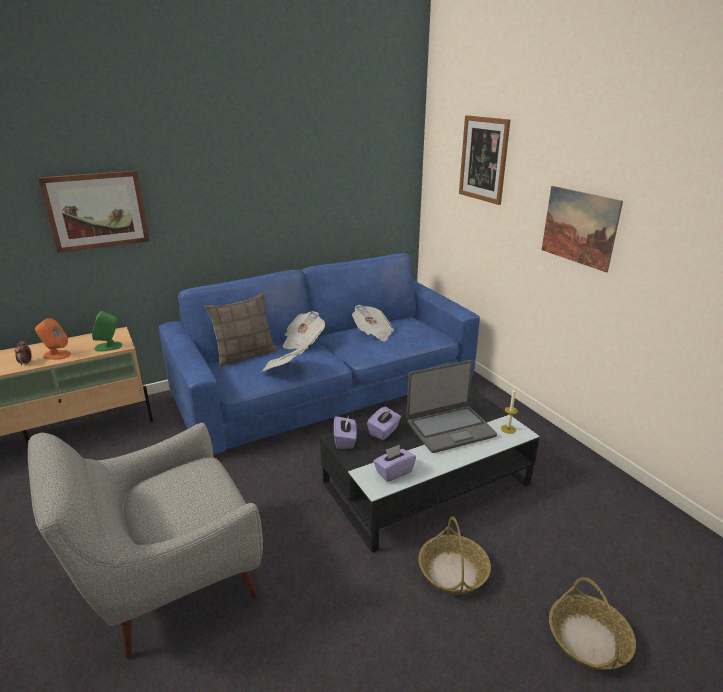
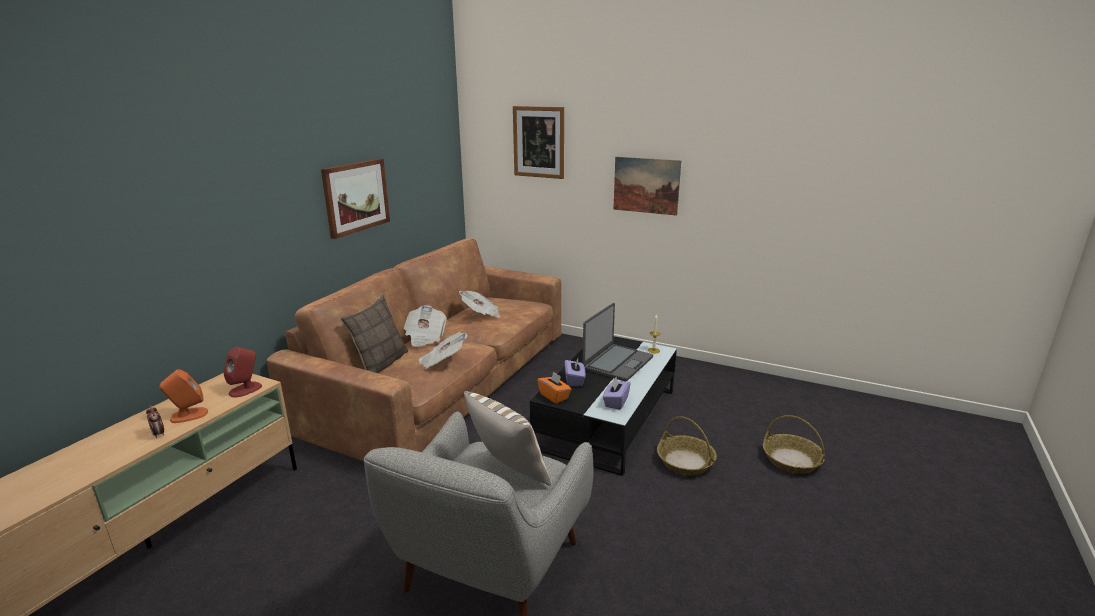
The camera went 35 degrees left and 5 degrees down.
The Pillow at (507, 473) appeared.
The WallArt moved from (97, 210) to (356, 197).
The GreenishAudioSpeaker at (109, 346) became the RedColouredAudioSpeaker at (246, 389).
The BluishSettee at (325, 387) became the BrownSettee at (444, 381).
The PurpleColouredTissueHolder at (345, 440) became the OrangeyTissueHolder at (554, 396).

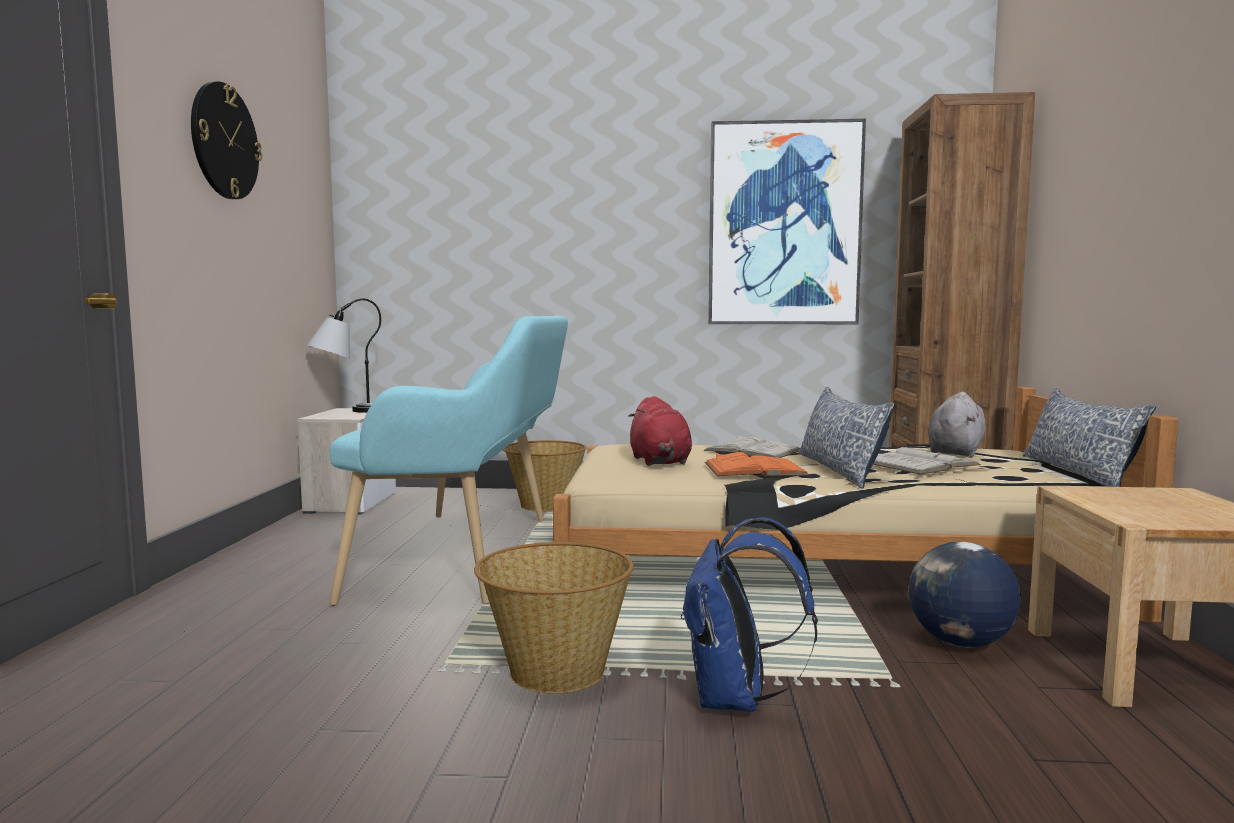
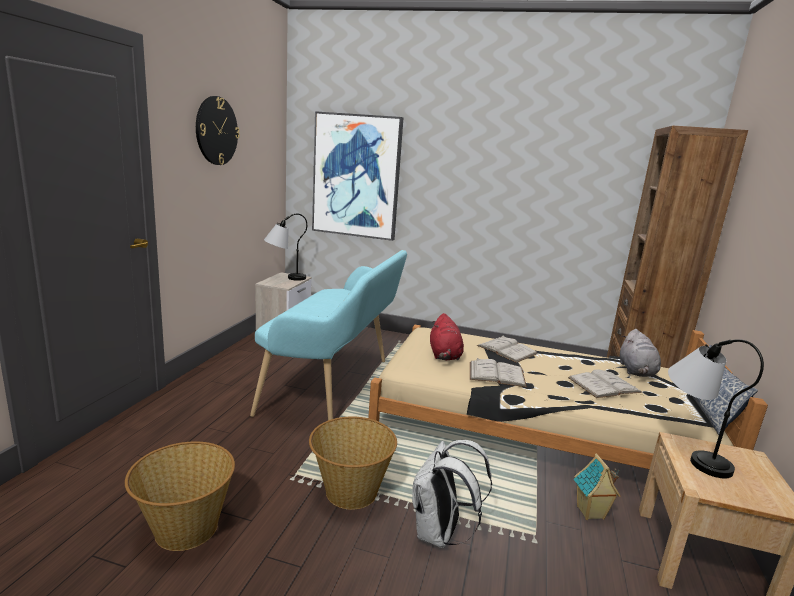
The camera went 10 degrees right and 10 degrees up.
The Pillow at (839, 469) disappeared.
The LampForATable at (690, 451) appeared.
The StorageBasket moved from (545, 505) to (185, 528).
The WallArt moved from (783, 225) to (356, 176).
The Globe at (960, 643) was replaced by the ModelHouse at (590, 513).
The BluishBackpack at (736, 699) became the WhitishBackpack at (439, 534).
The OrangeyBook at (754, 469) became the WhitishBook at (496, 374).
The GreyishCuddlyToy at (955, 452) turned 150 degrees clockwise.

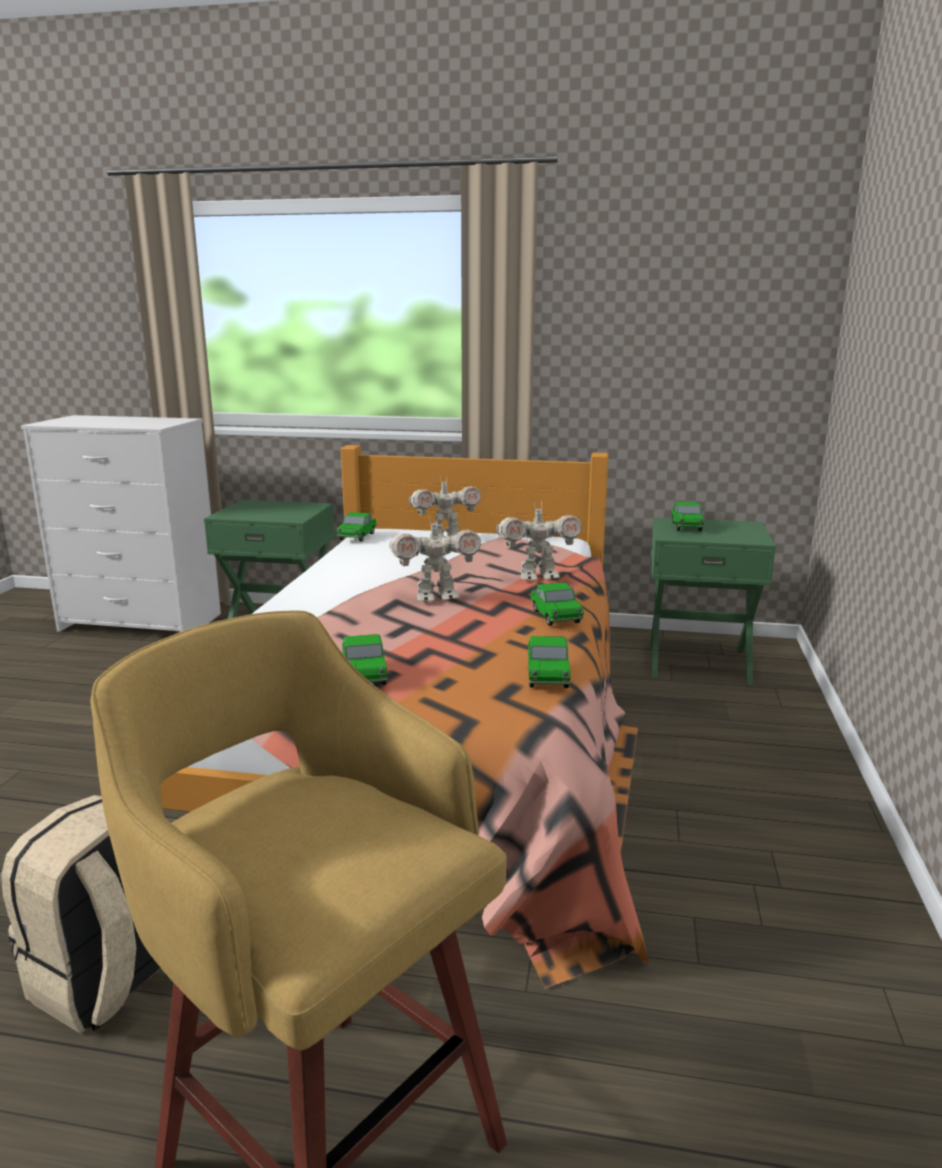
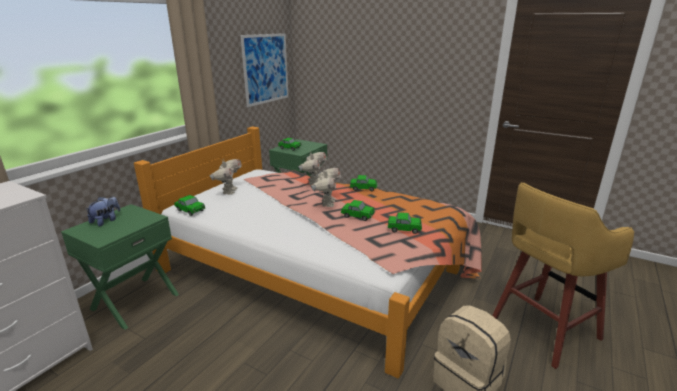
The camera went 70 degrees left and 5 degrees up.
The CuddlyToy at (106, 221) appeared.
The WallArt at (266, 69) appeared.
The ModelCar moved from (547, 676) to (357, 216).

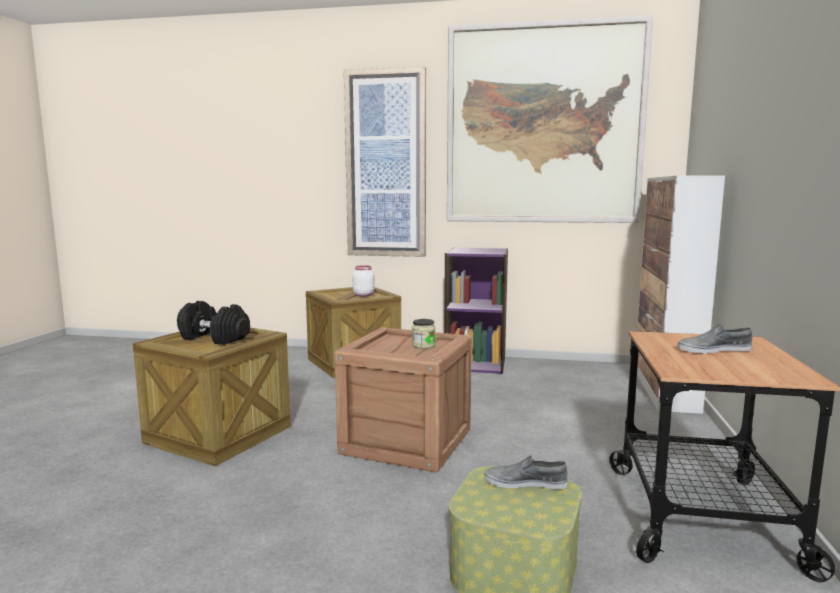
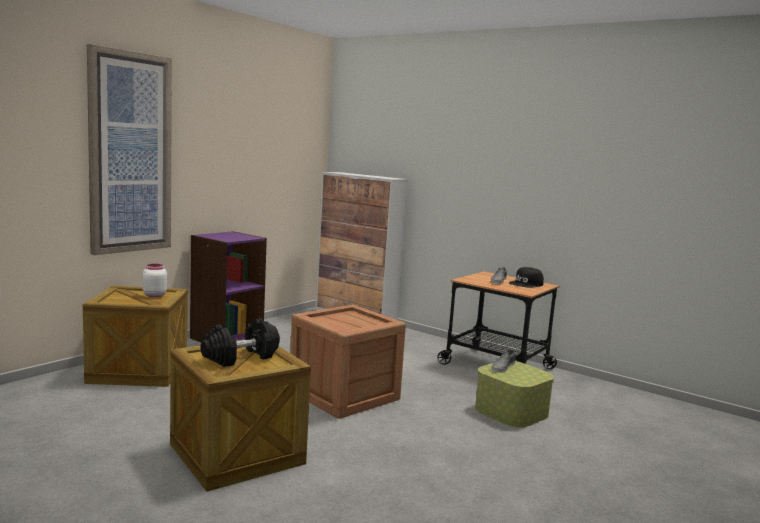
The camera went 65 degrees left and 0 degrees up.
The Jar at (423, 345) disappeared.
The WallArt at (543, 125) disappeared.
The BlackishPeakedCap at (526, 284) appeared.

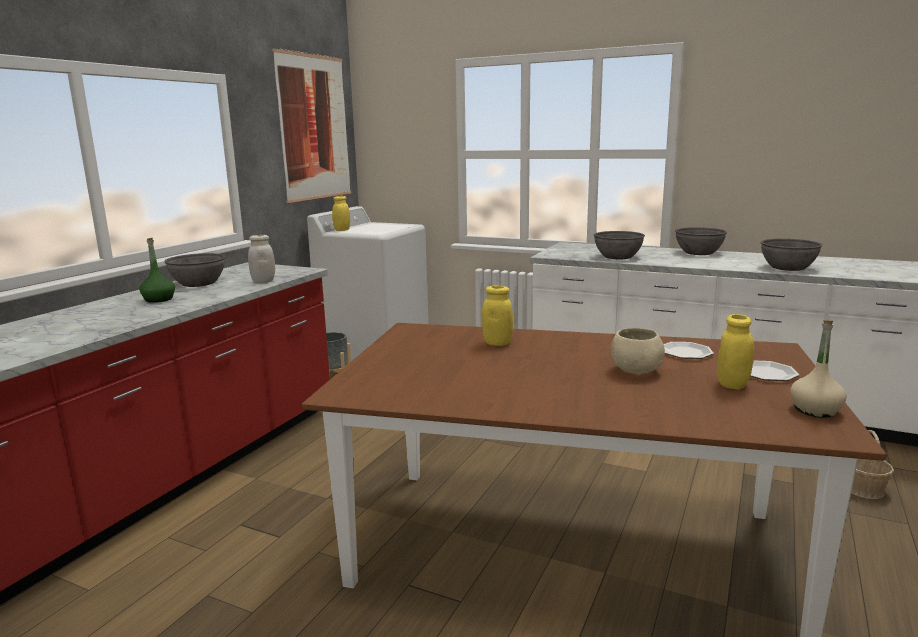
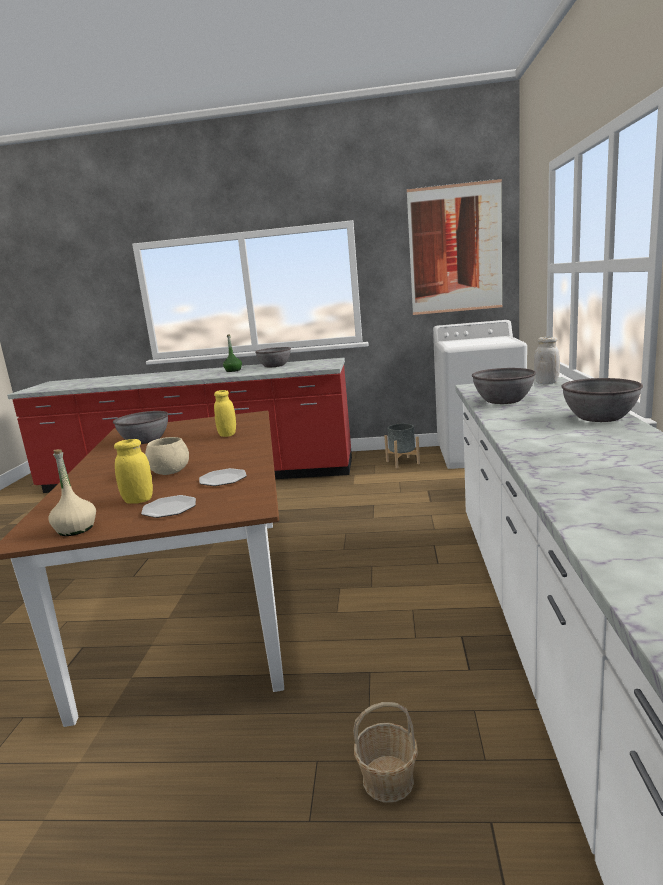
The camera went 70 degrees right and 0 degrees up.
The YellowColouredJar at (342, 230) disappeared.
The WhitishJar moved from (263, 281) to (546, 383).
The GreyishDeepDish moved from (788, 268) to (145, 440).

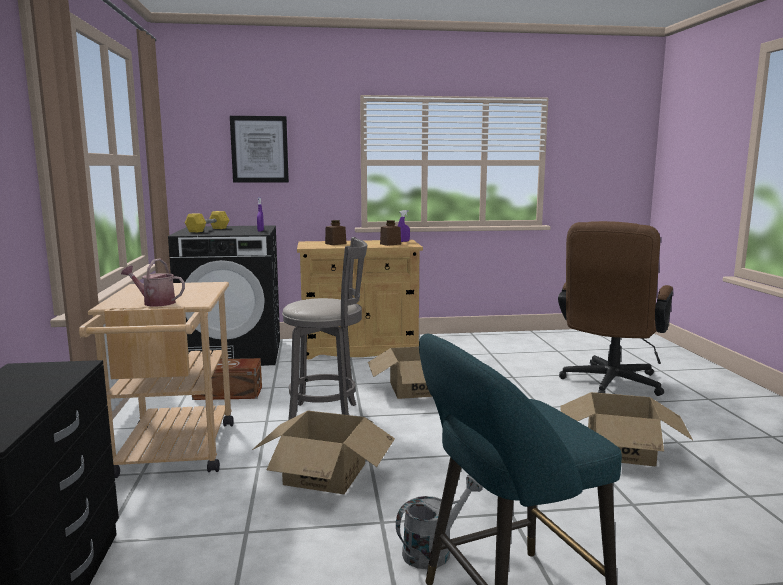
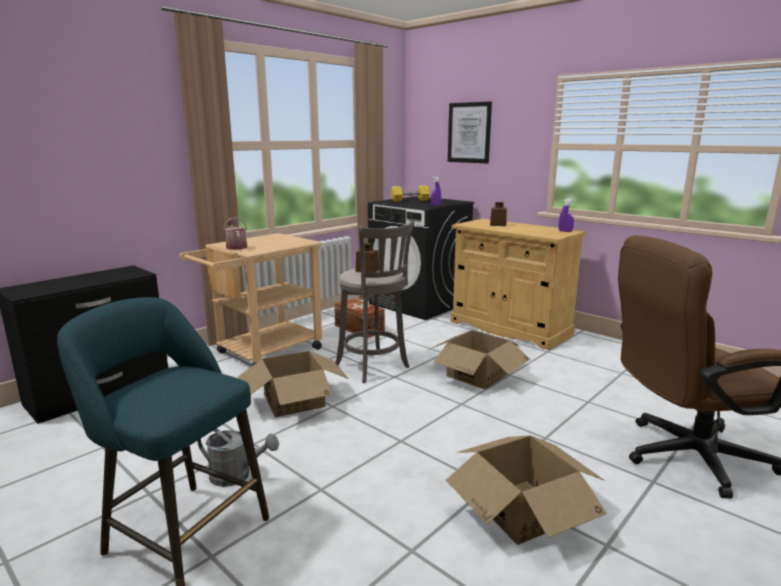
The camera went 50 degrees right and 5 degrees up.
The BrownJar moved from (390, 244) to (367, 270).

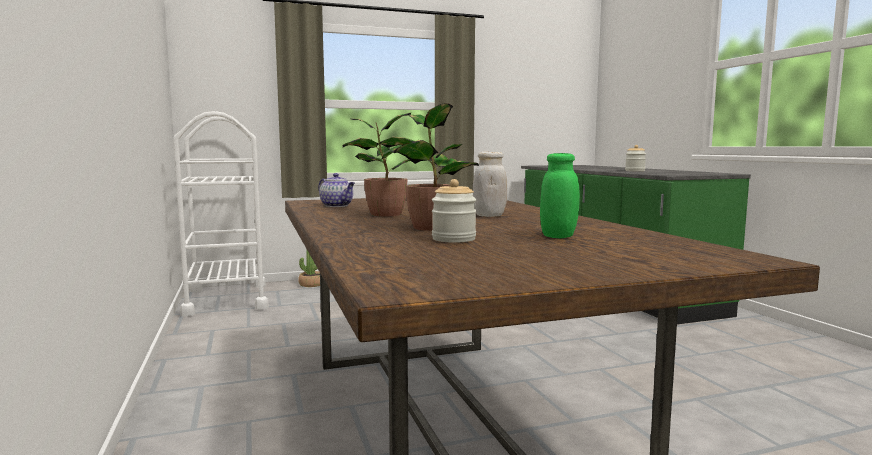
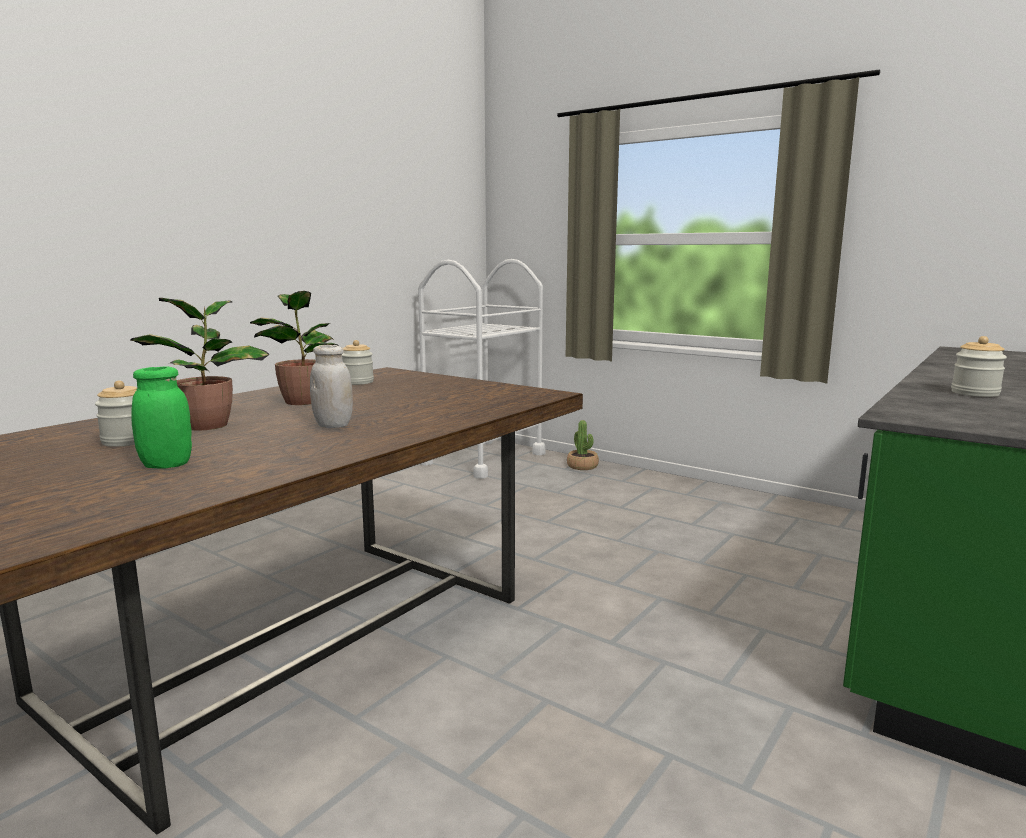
The camera went 55 degrees right and 5 degrees up.
The PotForTea at (337, 206) was replaced by the Jar at (358, 382).

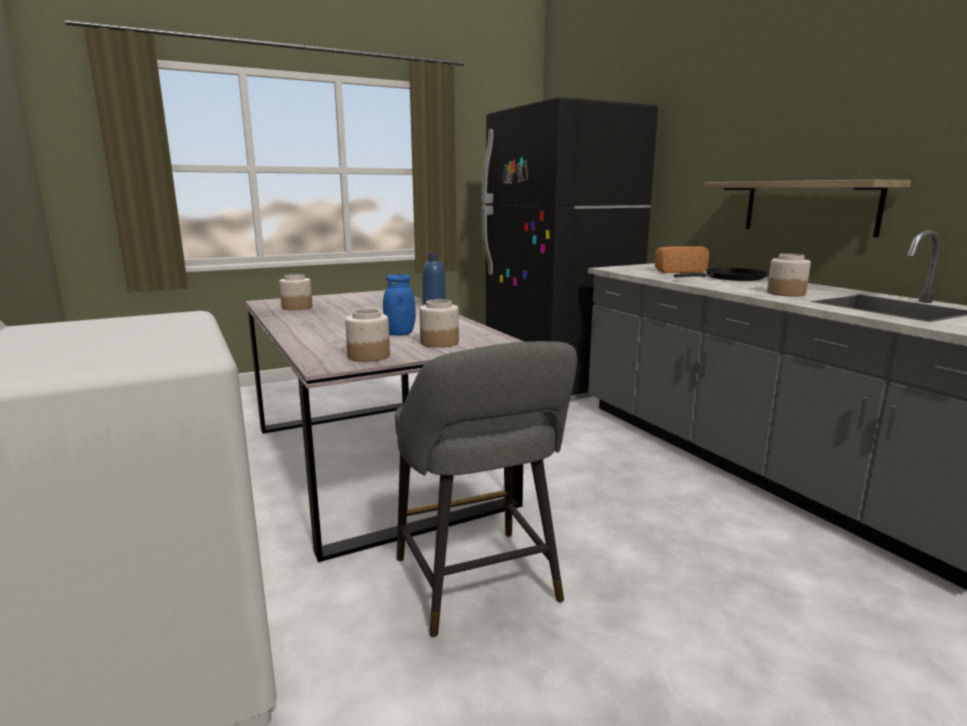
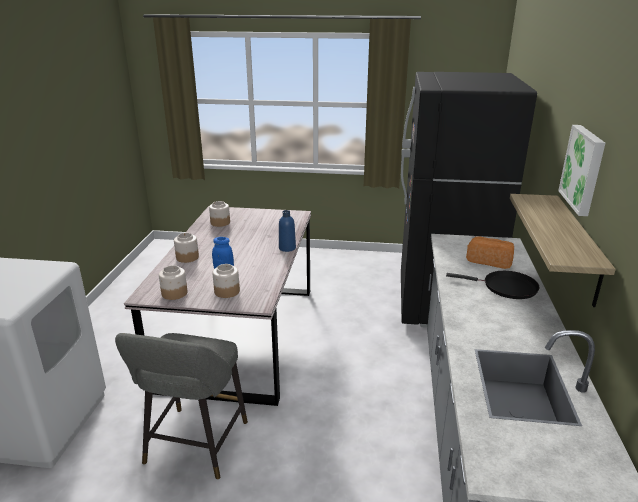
The camera went 35 degrees right and 10 degrees up.
The WallArt at (584, 169) appeared.
The Jar moved from (785, 293) to (187, 257).

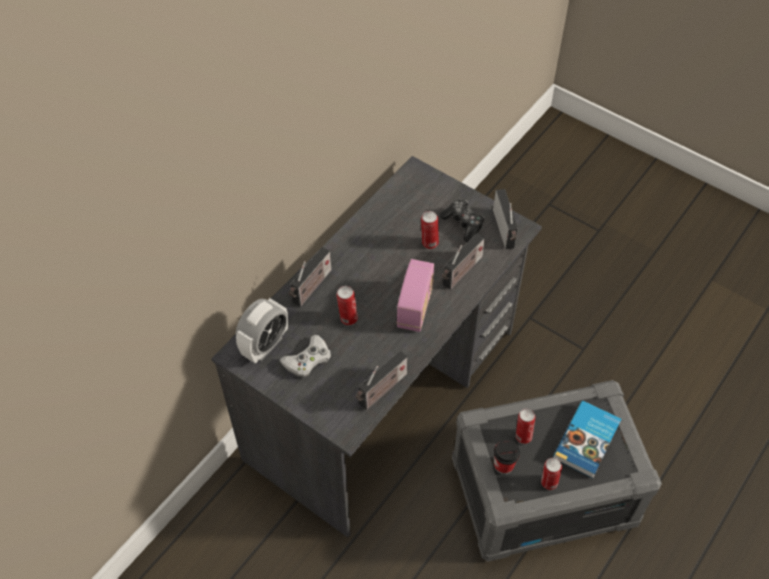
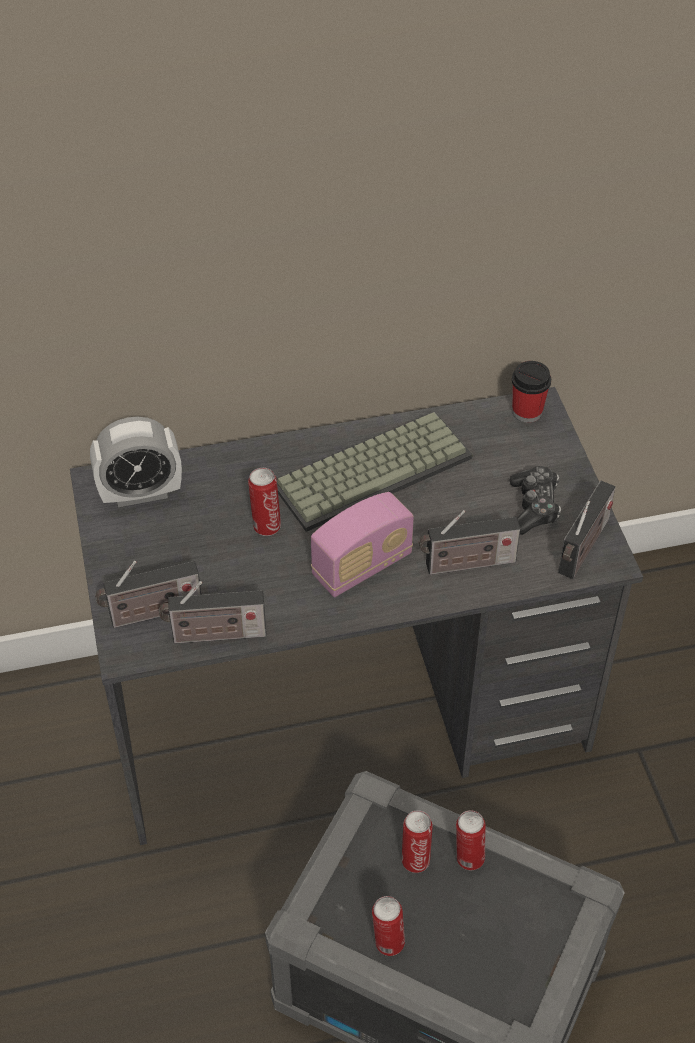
The camera went 40 degrees right and 5 degrees down.
The WhitishGamepad at (307, 360) disappeared.
The Book at (588, 441) disappeared.
The Keyboard at (373, 469) appeared.
The RadioReceiver moved from (311, 288) to (151, 613).
The SealedCan moved from (429, 243) to (468, 858).
The SmallCup moved from (503, 465) to (527, 412).

